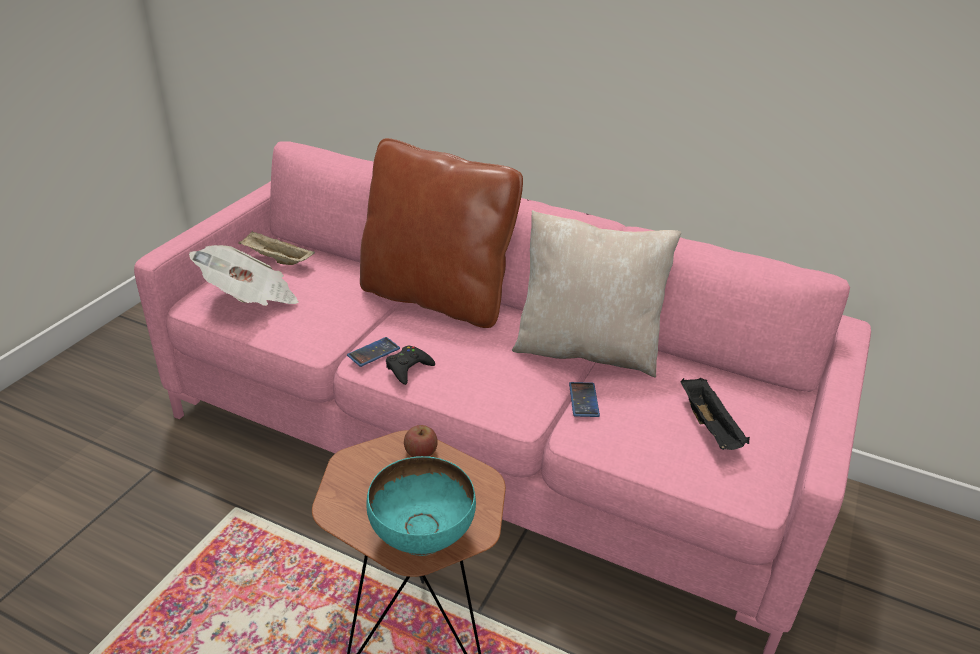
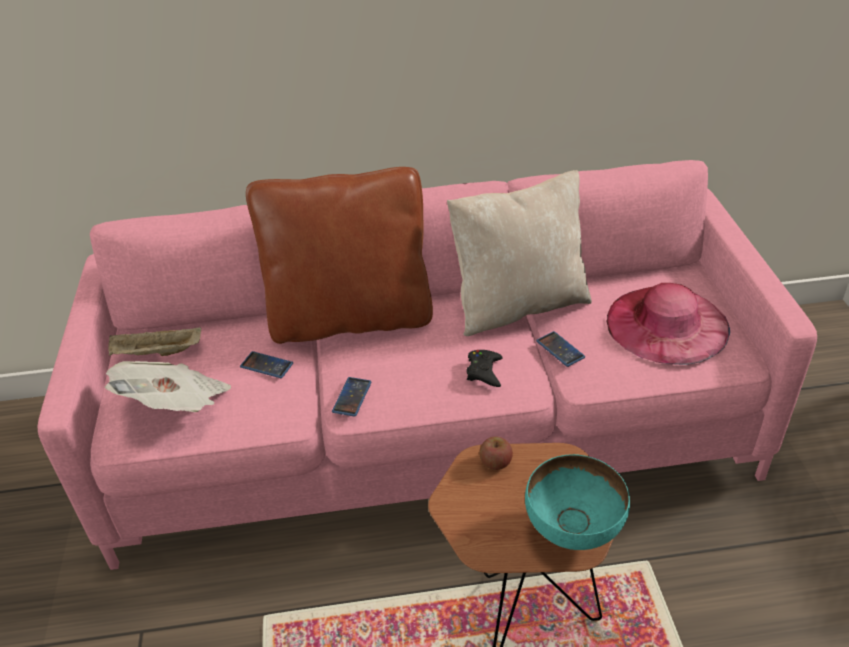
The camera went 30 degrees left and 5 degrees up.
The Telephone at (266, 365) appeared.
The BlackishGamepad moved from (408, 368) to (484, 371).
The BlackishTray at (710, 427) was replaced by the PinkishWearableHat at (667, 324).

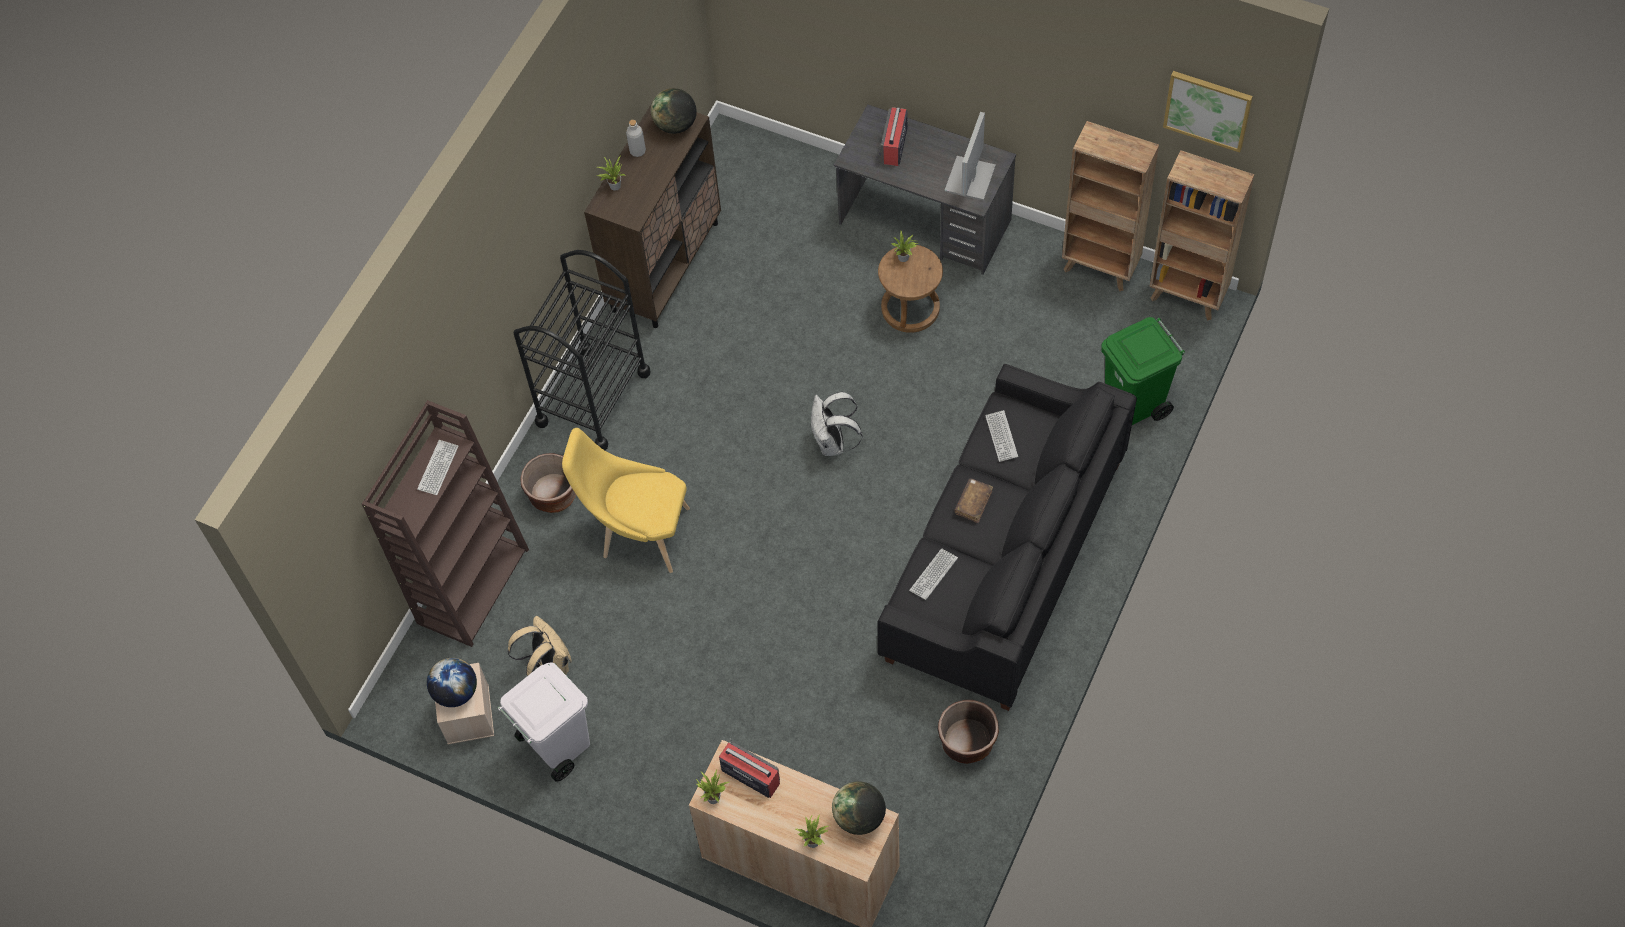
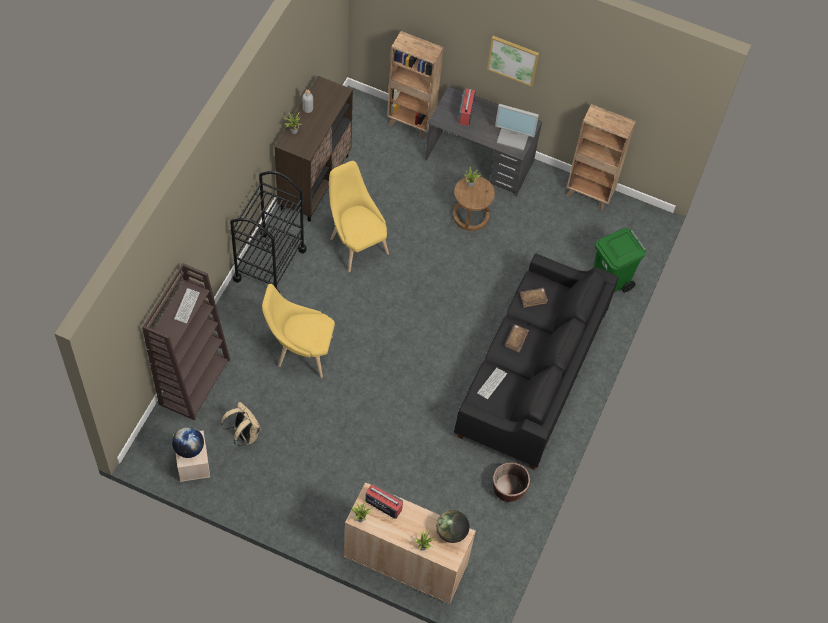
The camera went 10 degrees left and 0 degrees up.
The WhitishRubbishBin at (557, 744) disappeared.
The BrownPlanter at (553, 495) disappeared.
The Globe at (676, 125) disappeared.
The WhitishBackpack at (833, 443) disappeared.
The YellowColouredPlainChair at (356, 243) appeared.
The BrownShelvingUnit moved from (1188, 296) to (411, 124).
The WallArt moved from (1207, 109) to (513, 60).
The Keyboard at (1001, 436) was replaced by the BrownBook at (533, 299).
The ComputerDisplay at (970, 179) turned 90 degrees counterclockwise.

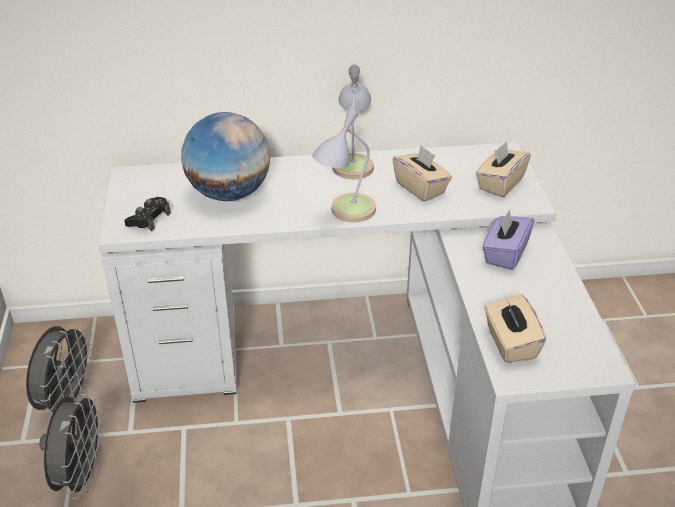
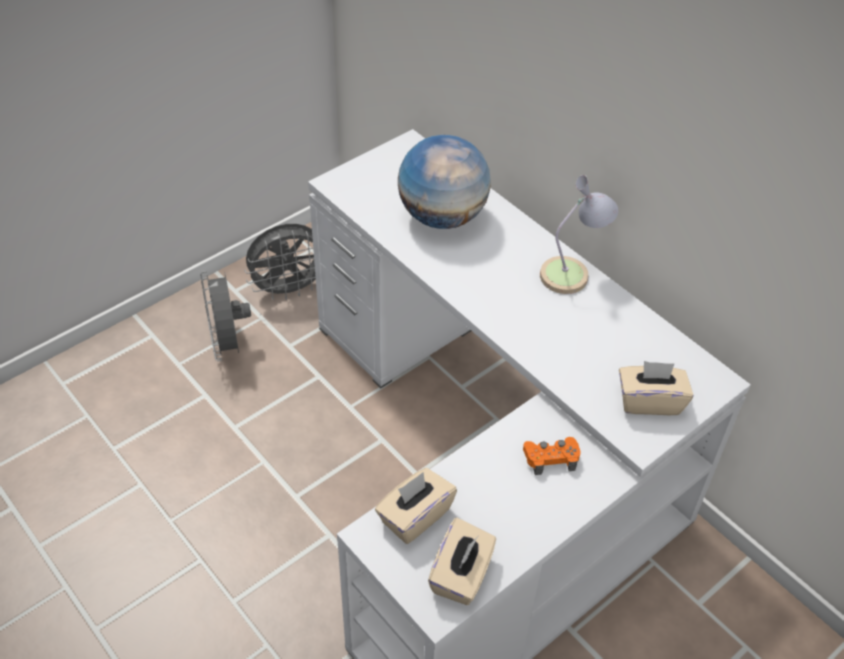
The camera went 55 degrees right and 10 degrees up.
The BlackishGamepad at (149, 219) disappeared.
The LampForATable at (344, 212) disappeared.
The BeigeColouredTissueHolder moved from (420, 188) to (461, 575).
The PurpleColouredTissueHolder at (505, 254) was replaced by the OrangeyGamepad at (551, 458).
The GreyishCoolingFan at (81, 476) turned 105 degrees clockwise.

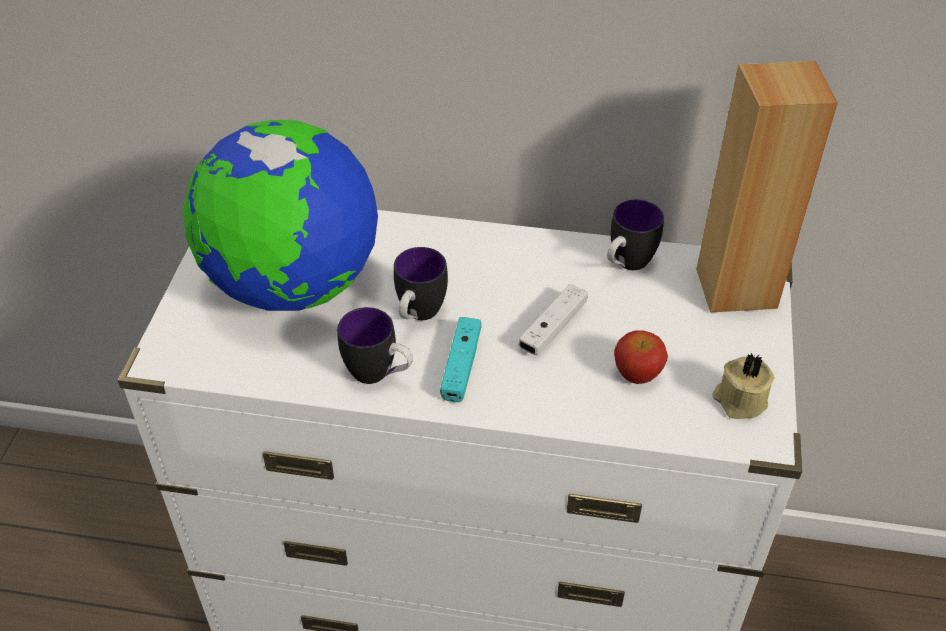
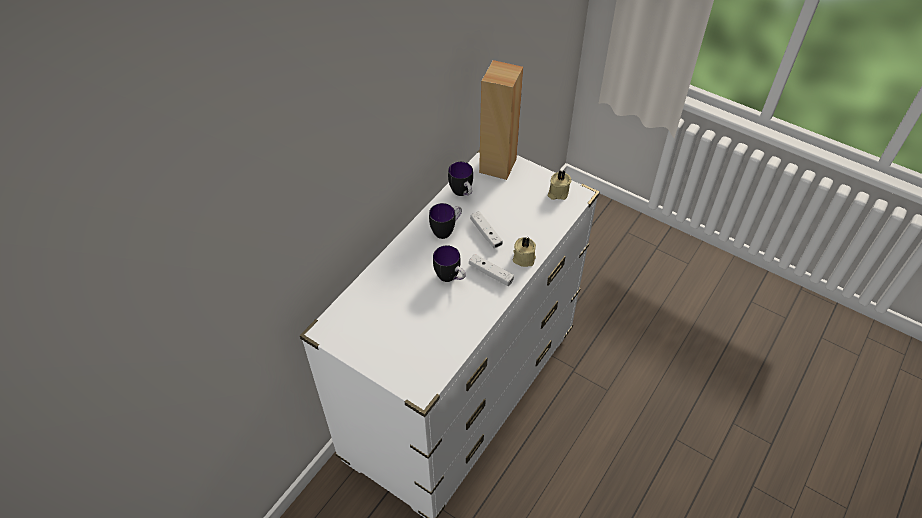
The camera went 65 degrees left and 5 degrees up.
The Globe at (293, 285) disappeared.
The AppleFruit at (637, 374) disappeared.
The BeigeColouredWaxCandle at (523, 257) appeared.
The CoffeeMug moved from (379, 375) to (446, 230).
The TurquoiseColouredGamepad at (461, 366) became the WhitishGamepad at (491, 273).

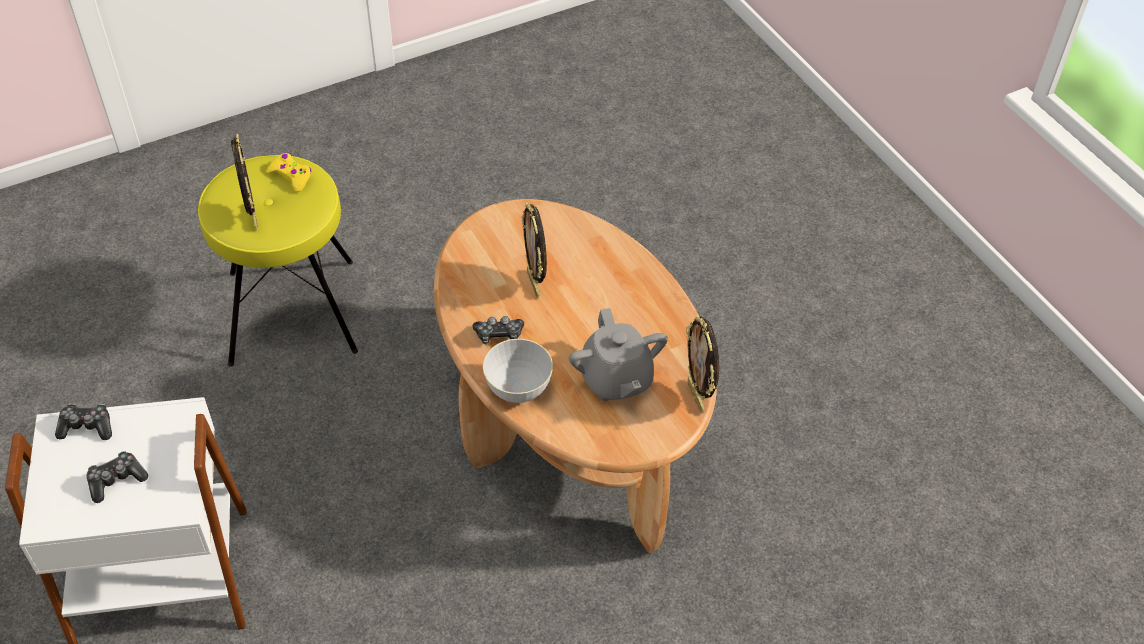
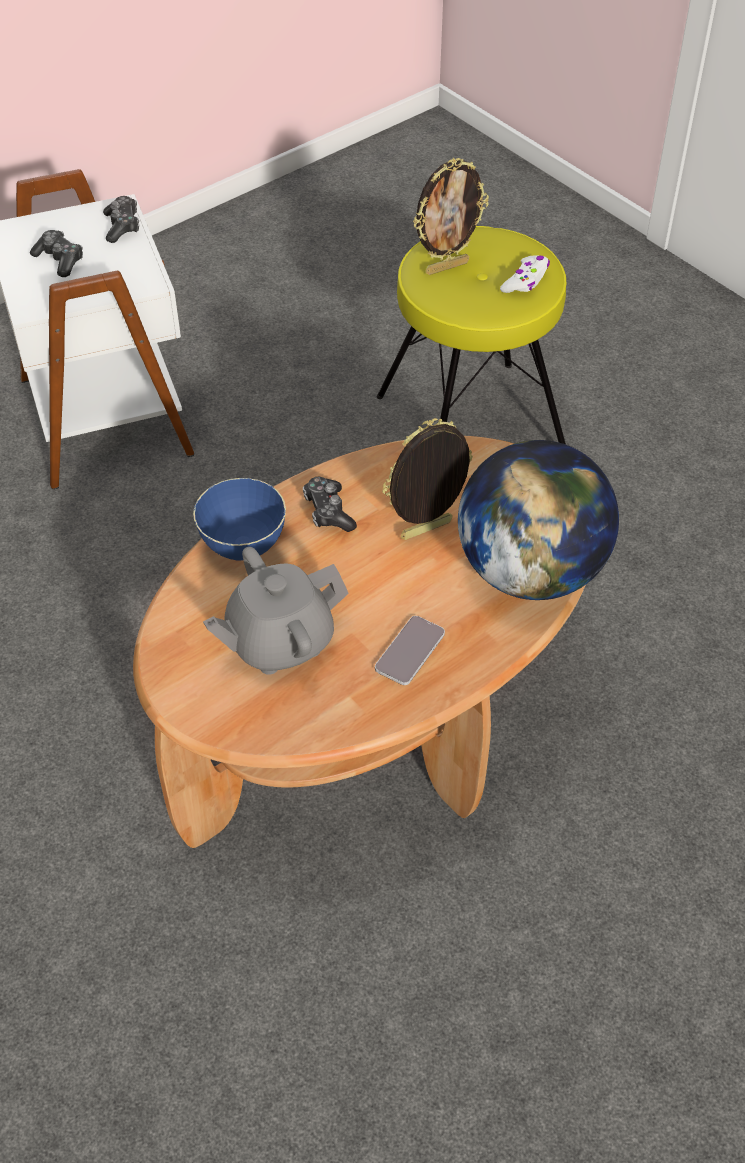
The camera went 80 degrees right and 0 degrees up.
The StandingFrame at (697, 396) disappeared.
The Telephone at (410, 651) appeared.
The Globe at (530, 571) appeared.
The YellowColouredGamepad at (291, 176) became the WhitishGamepad at (525, 280).
The GreyishDeepDish at (518, 389) became the BluishDeepDish at (243, 544).

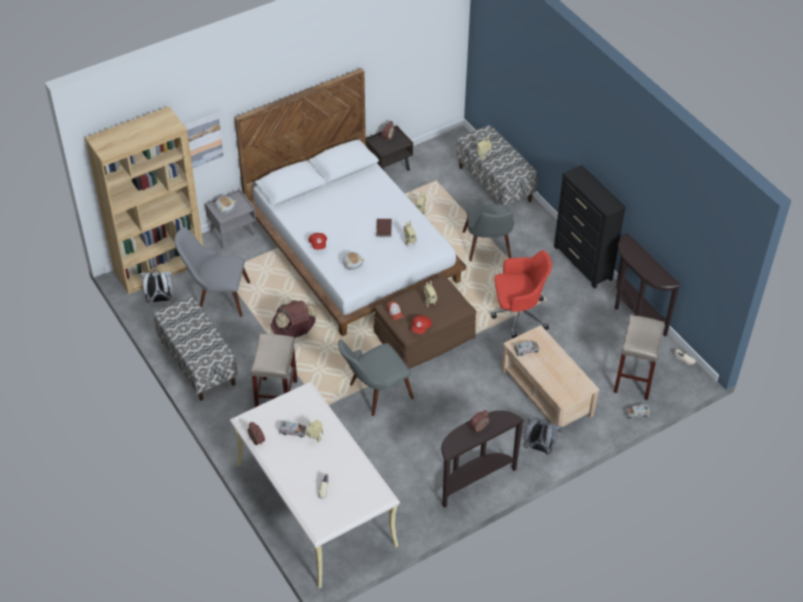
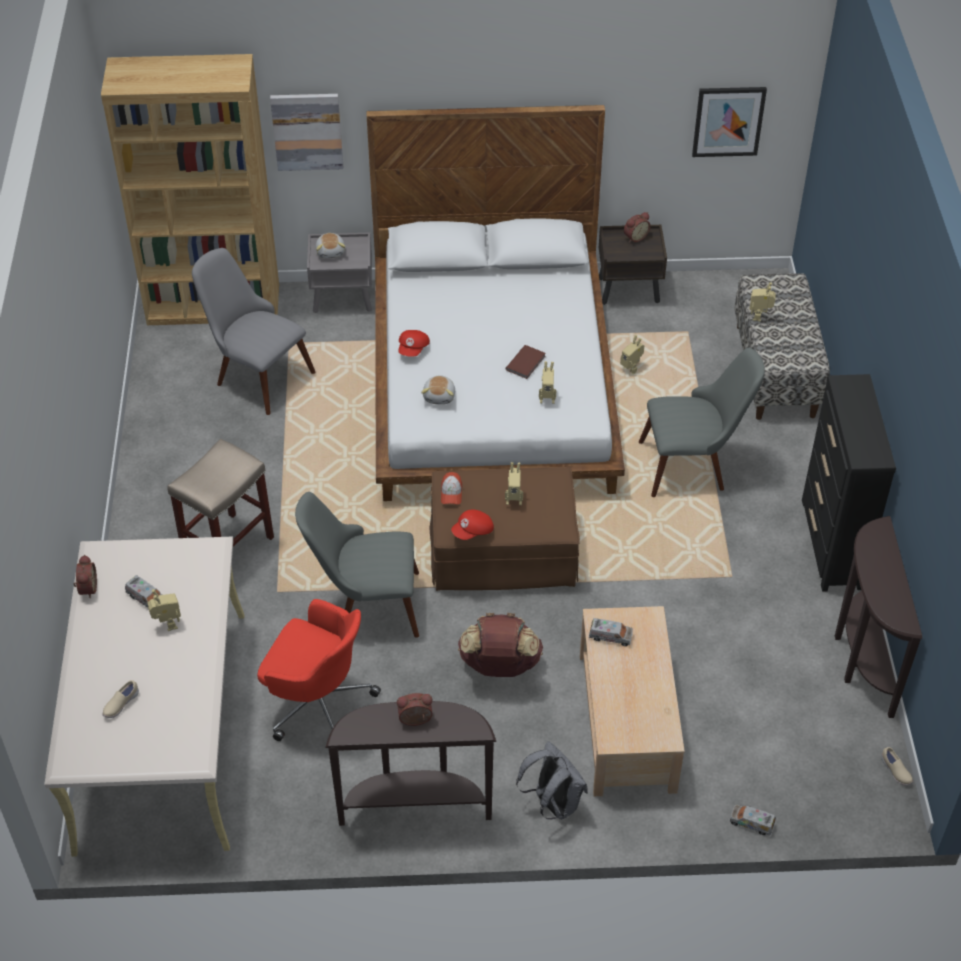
The camera went 30 degrees right and 0 degrees up.
The WhitishBackpack at (160, 299) disappeared.
The LongSeat at (197, 362) disappeared.
The BeigeColouredStoolSeat at (634, 379) disappeared.
The WallArt at (728, 121) appeared.
The BrownBackpack moved from (294, 332) to (499, 666).
The RedColouredOfficeChair moved from (518, 315) to (318, 702).
The GreyishPlainChair at (488, 250) turned 120 degrees counterclockwise.

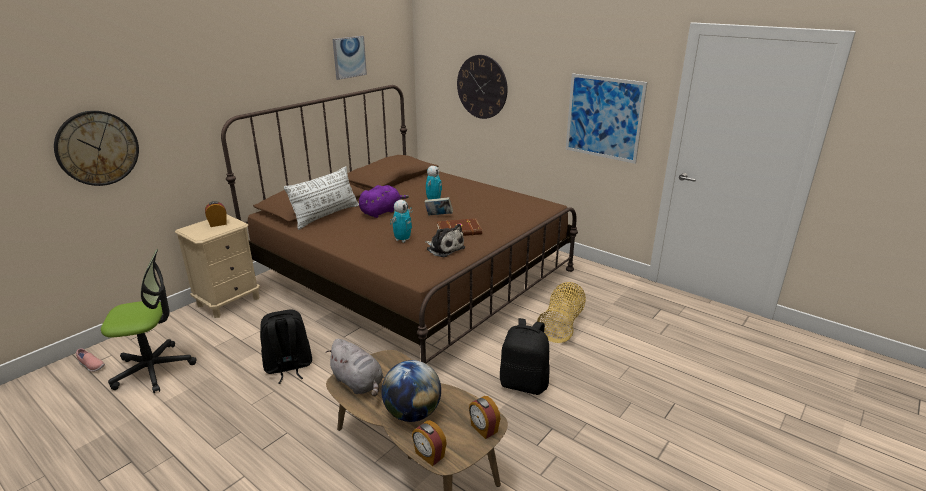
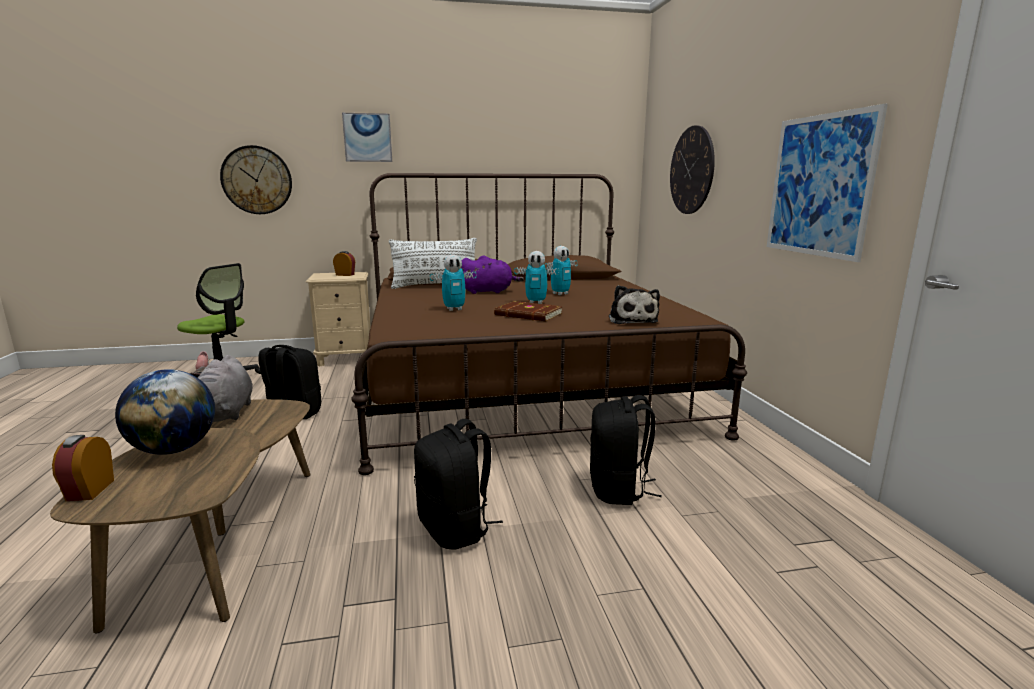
The camera went 40 degrees right and 10 degrees down.
The TableClock at (483, 429) disappeared.
The WallArt moved from (349, 57) to (367, 137).
The CuddlyToy moved from (444, 248) to (632, 320).
The Book at (438, 216) was replaced by the ModelRobot at (536, 303).
The StorageBasket at (562, 324) was replaced by the BlackishBackpack at (618, 490).

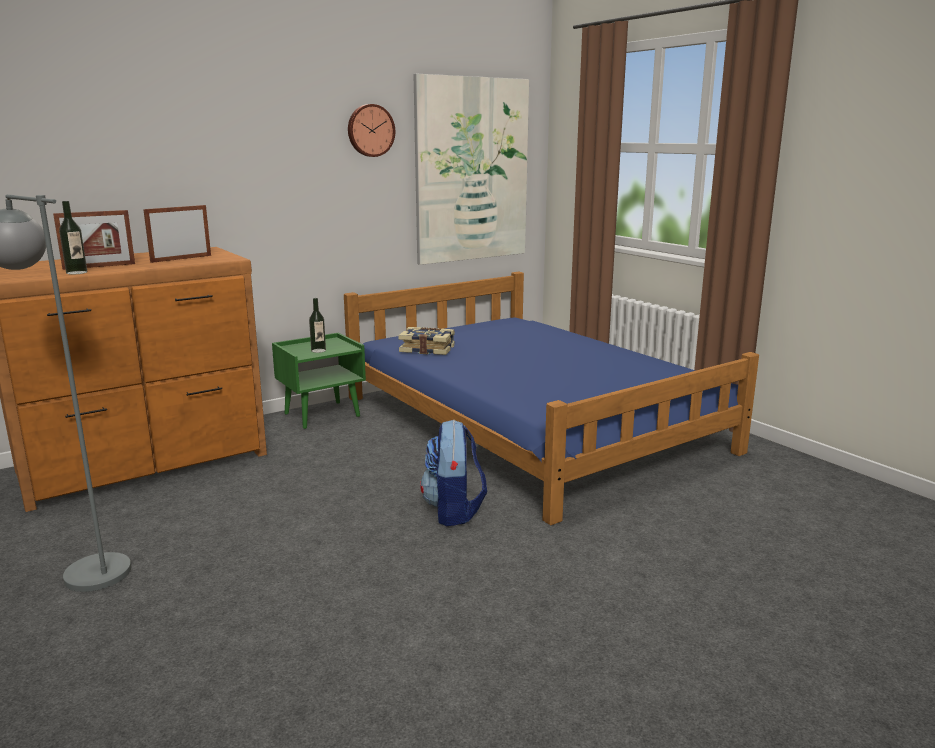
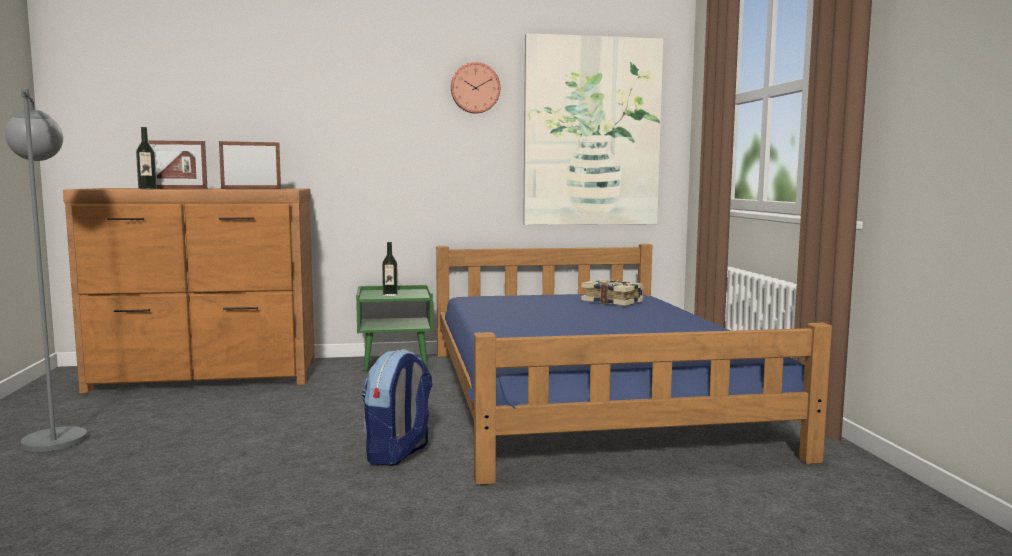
The camera went 25 degrees right and 10 degrees down.
The Book moved from (427, 349) to (612, 302).

